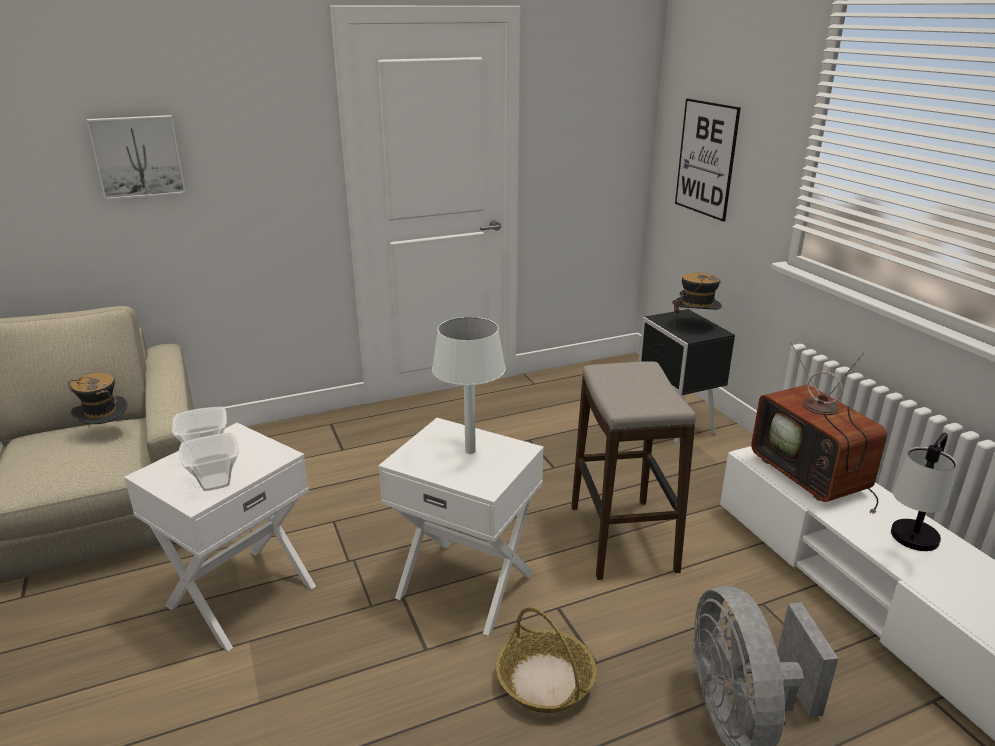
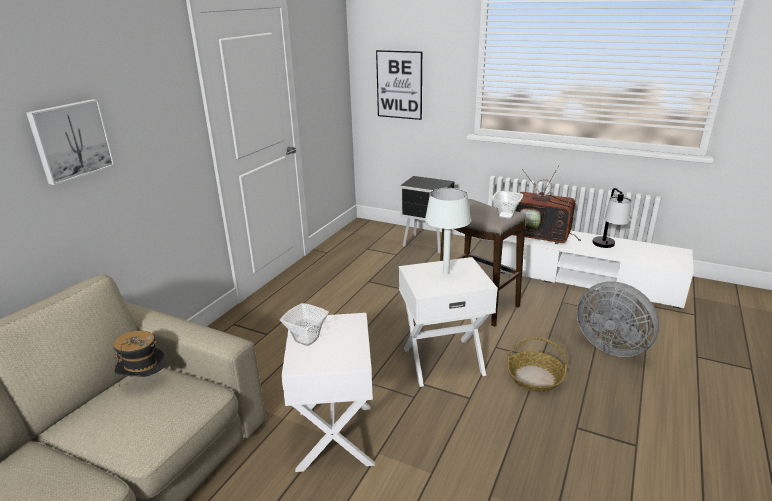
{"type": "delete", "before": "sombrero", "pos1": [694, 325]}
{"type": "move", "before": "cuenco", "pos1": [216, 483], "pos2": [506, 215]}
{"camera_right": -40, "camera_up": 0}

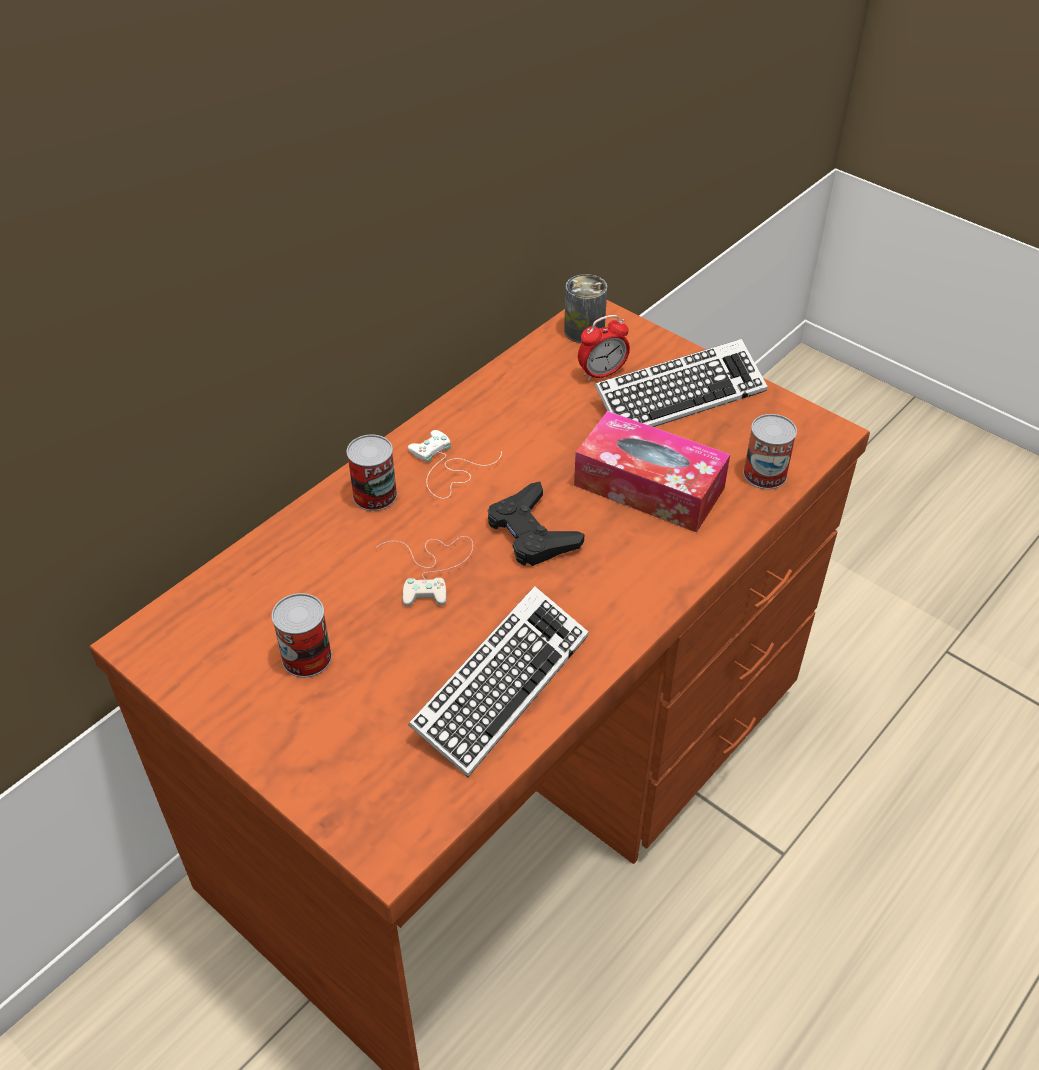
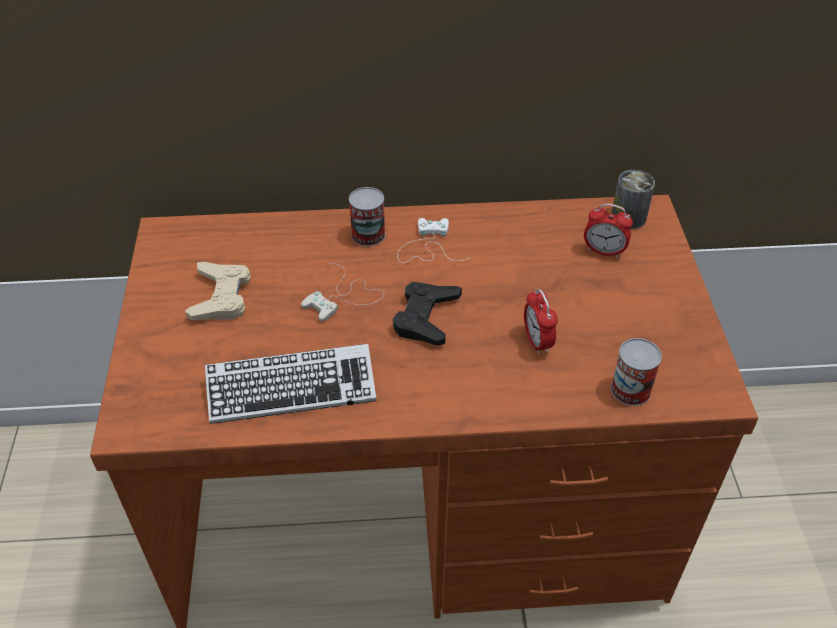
{"type": "delete", "before": "teclado", "pos1": [680, 396]}
{"type": "replace", "before": "lata", "after": "mando de consola (beis)", "pos1": [306, 657], "pos2": [221, 297]}
{"type": "replace", "before": "caja de pañuelos", "after": "despertador", "pos1": [649, 486], "pos2": [537, 342]}
{"camera_right": 45, "camera_up": 0}

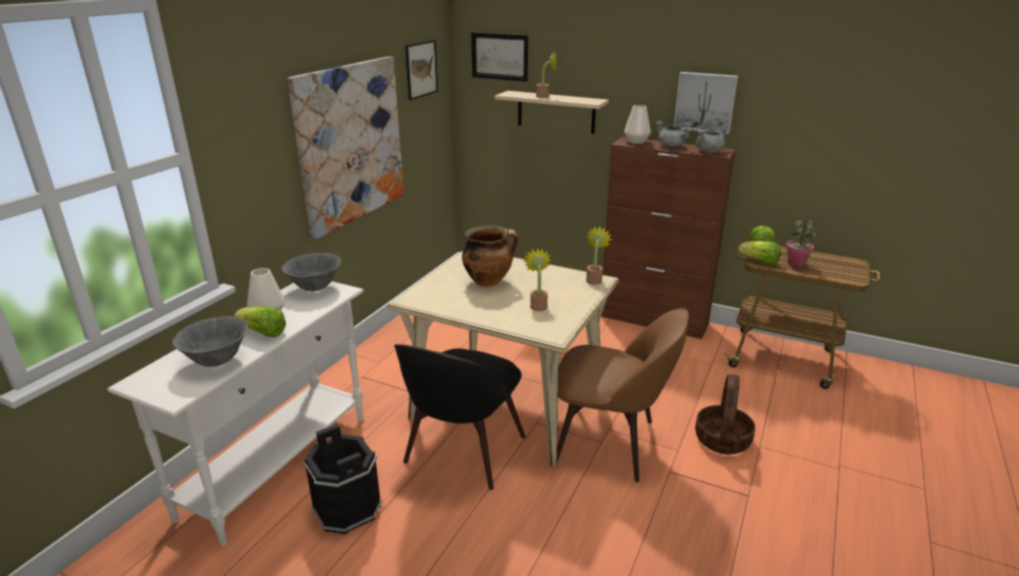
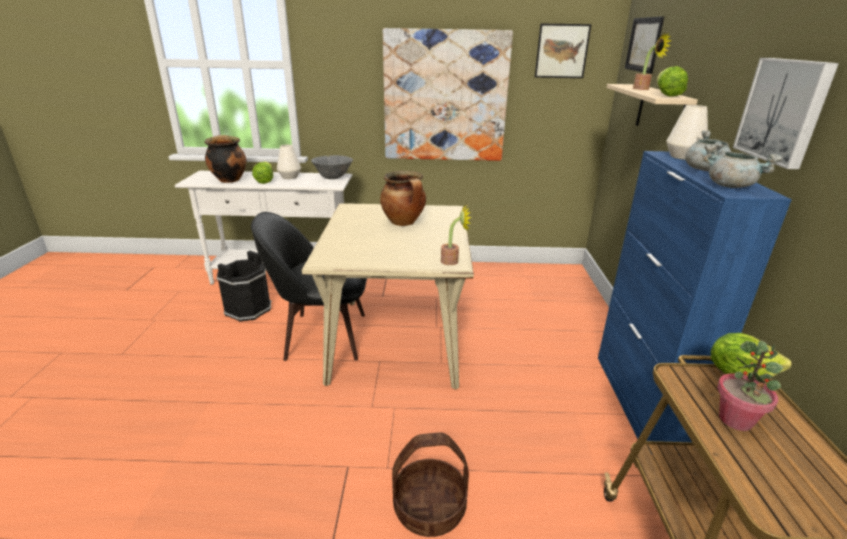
{"type": "delete", "before": "planta en maceta", "pos1": [538, 305]}
{"type": "delete", "before": "silla (marrón)", "pos1": [610, 442]}
{"type": "move", "before": "lechuga", "pos1": [760, 262], "pos2": [666, 95]}
{"type": "replace", "before": "cuenco (gris)", "after": "olla", "pos1": [217, 361], "pos2": [229, 180]}
{"type": "recolor", "before": "armario (marrón)", "after": "armario (azul)", "pos1": [654, 320], "pos2": [640, 401]}
{"camera_right": 65, "camera_up": 0}

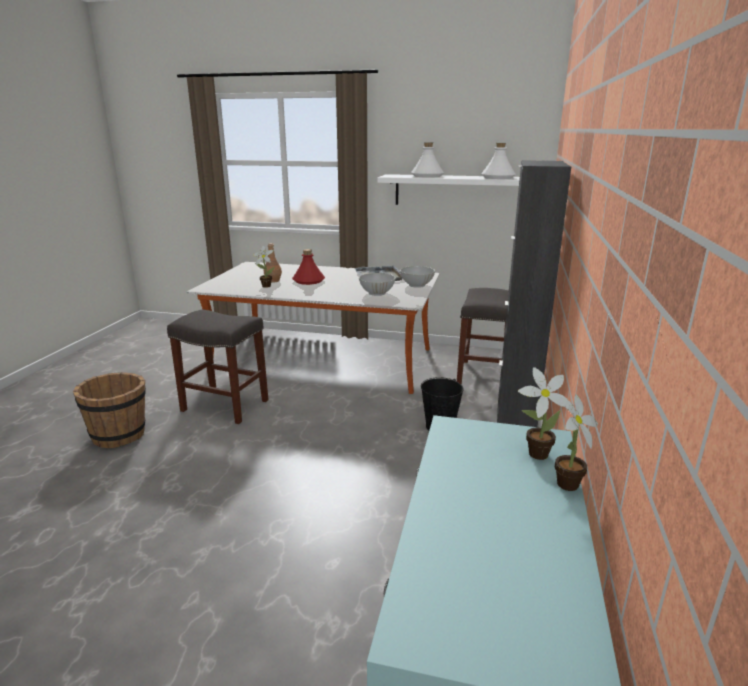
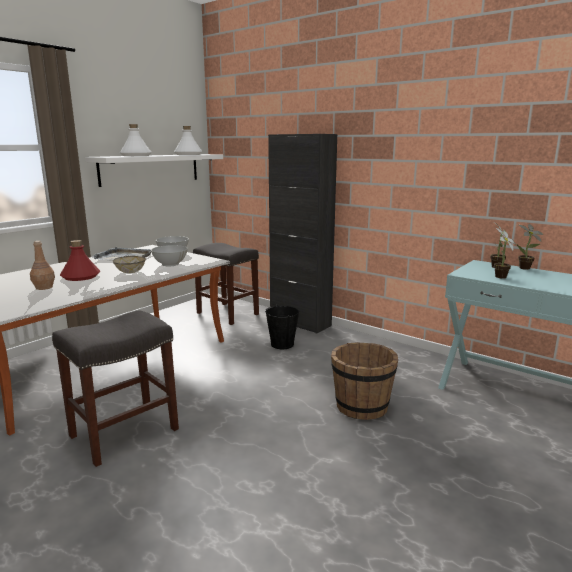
{"type": "insert", "after": "cuenco", "pos2": [130, 272]}
{"type": "move", "before": "cubo (marrón)", "pos1": [119, 435], "pos2": [361, 406]}
{"type": "move", "before": "planta en maceta", "pos1": [265, 286], "pos2": [499, 277]}
{"camera_right": -65, "camera_up": -5}

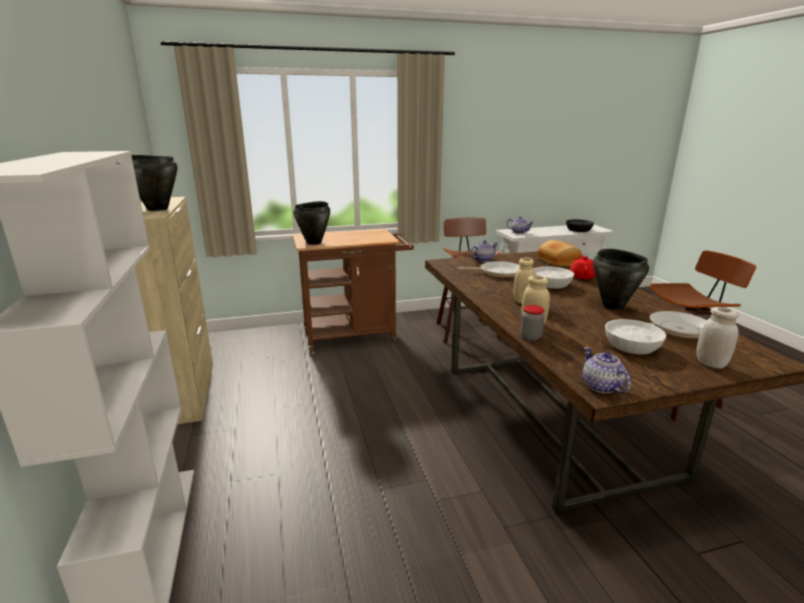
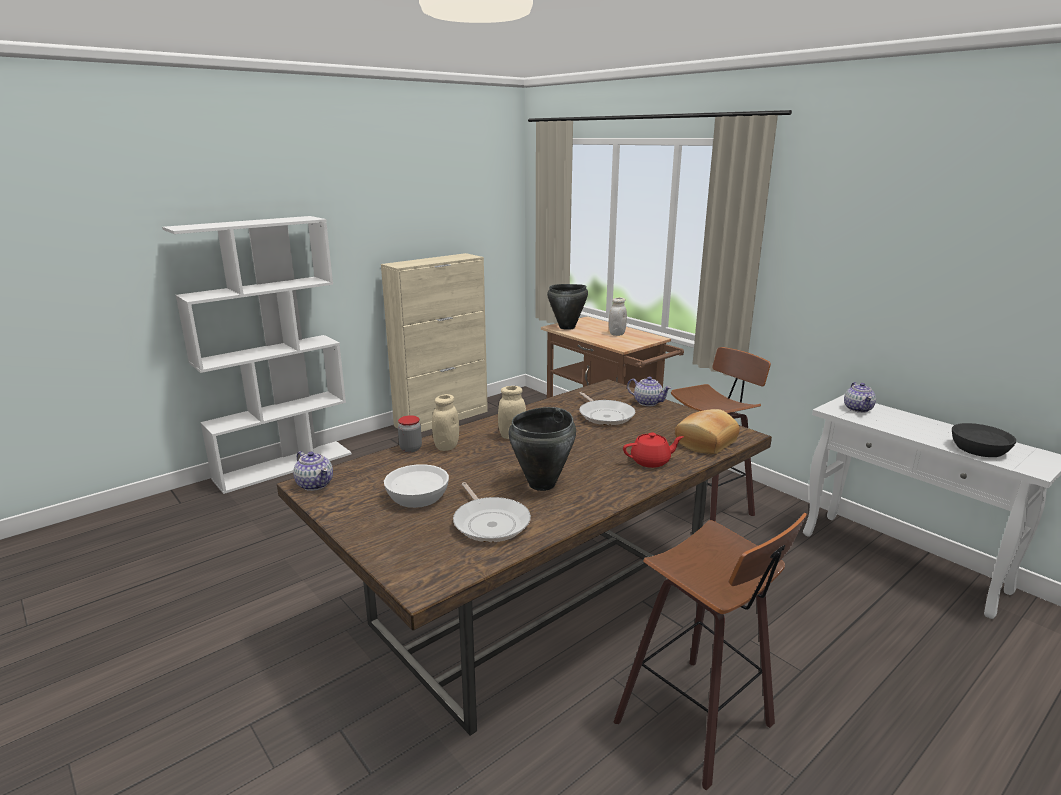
{"type": "delete", "before": "olla (negro)", "pos1": [157, 209]}
{"type": "delete", "before": "cuenco (blanco)", "pos1": [551, 284]}
{"type": "move", "before": "tarro (blanco)", "pos1": [711, 363], "pos2": [617, 334]}
{"type": "rotate", "before": "tetera", "pos1": [601, 386], "pos2": [315, 484], "turn": 90}
{"camera_right": 65, "camera_up": 0}

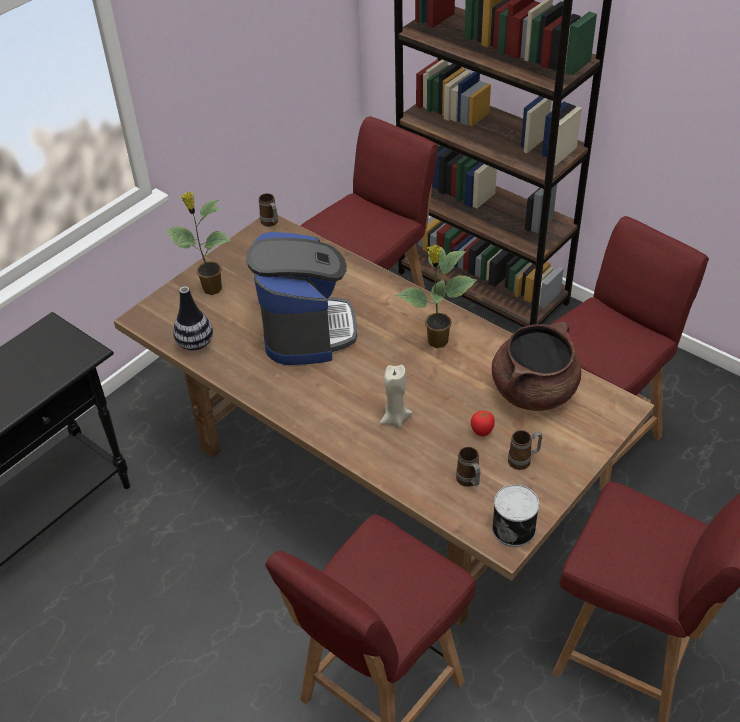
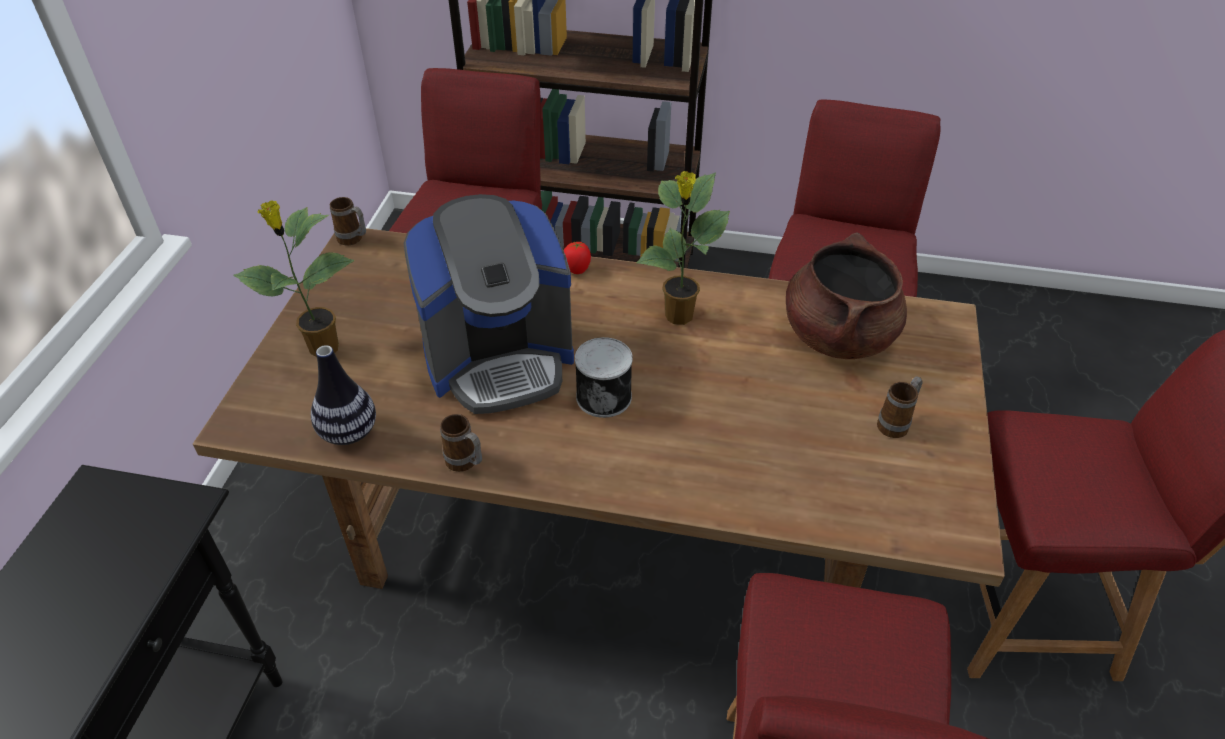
{"type": "delete", "before": "vela (beis)", "pos1": [395, 419]}
{"type": "move", "before": "taza grande", "pos1": [469, 482], "pos2": [466, 463]}
{"type": "move", "before": "tomate", "pos1": [482, 432], "pos2": [577, 270]}
{"type": "move", "before": "lata", "pos1": [514, 528], "pos2": [604, 396]}
{"type": "rotate", "before": "cafetera", "pos1": [306, 330], "pos2": [499, 359], "turn": 105}
{"camera_right": -30, "camera_up": 0}

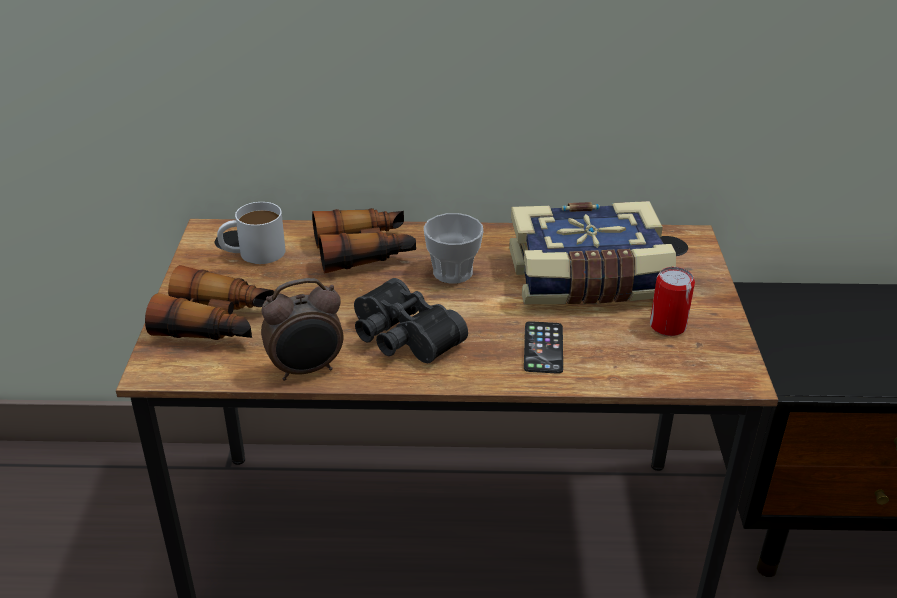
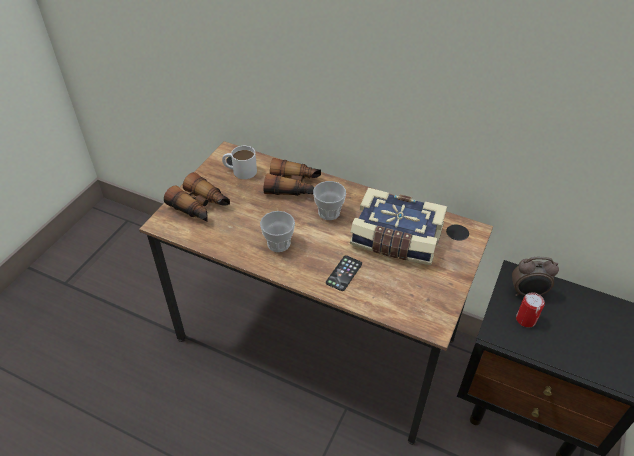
{"type": "move", "before": "despertador", "pos1": [307, 370], "pos2": [527, 293]}
{"type": "move", "before": "lata", "pos1": [667, 326], "pos2": [525, 319]}
{"type": "replace", "before": "prismáticos (negro)", "after": "taza", "pos1": [401, 338], "pos2": [278, 243]}
{"camera_right": 25, "camera_up": 10}

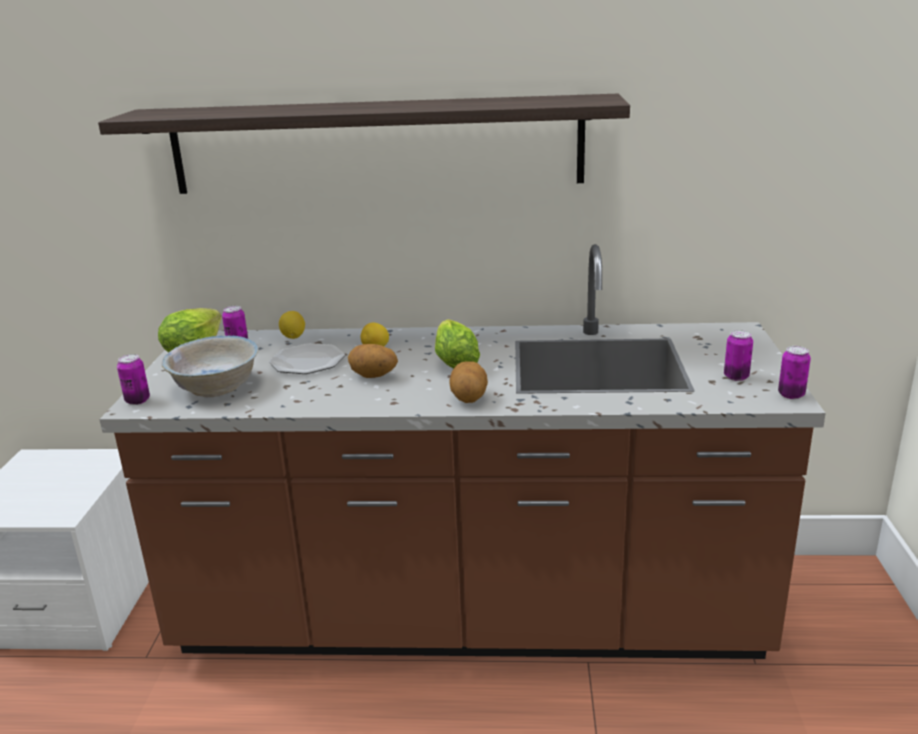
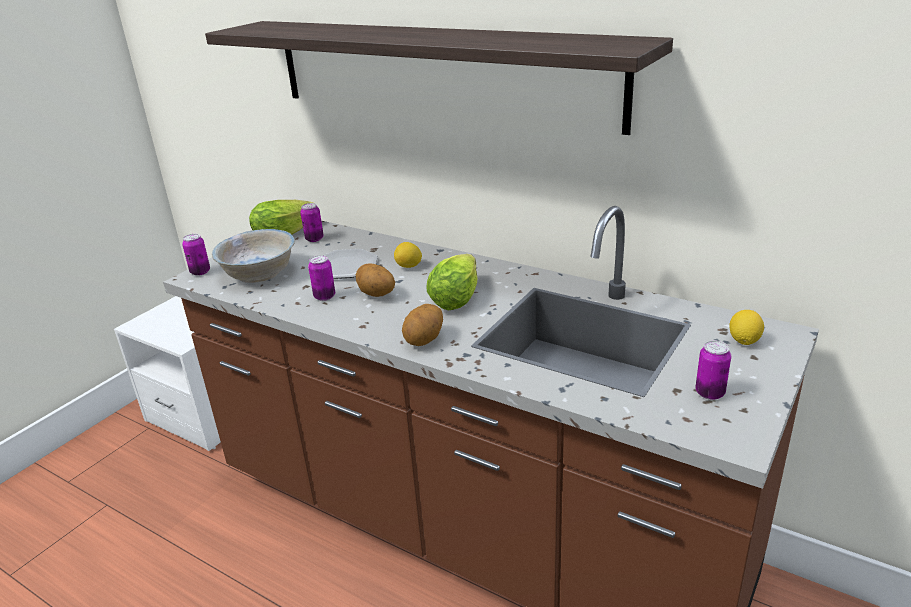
{"type": "move", "before": "limón", "pos1": [293, 337], "pos2": [744, 341]}
{"type": "move", "before": "lata", "pos1": [791, 395], "pos2": [324, 296]}
{"camera_right": 30, "camera_up": 5}

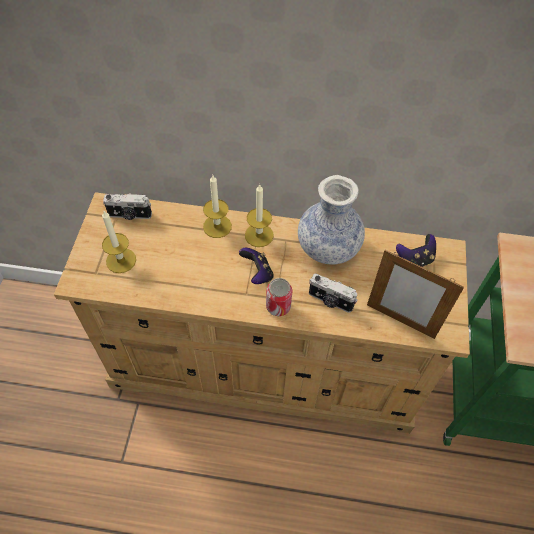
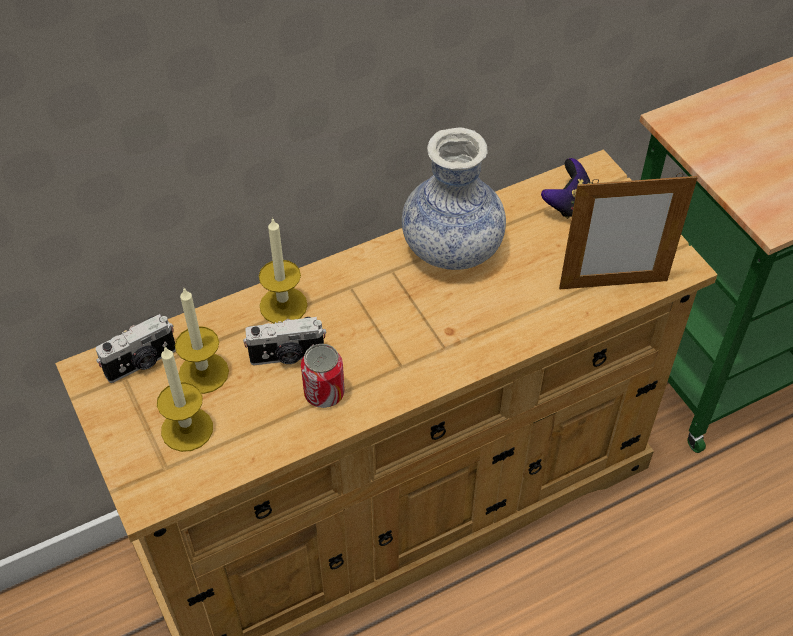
{"type": "delete", "before": "mando de consola", "pos1": [257, 273]}
{"type": "move", "before": "vela", "pos1": [259, 235], "pos2": [203, 373]}
{"type": "move", "before": "lata", "pos1": [278, 306], "pos2": [324, 393]}
{"type": "move", "before": "cámara", "pos1": [330, 301], "pos2": [287, 356]}
{"camera_right": -35, "camera_up": -5}

